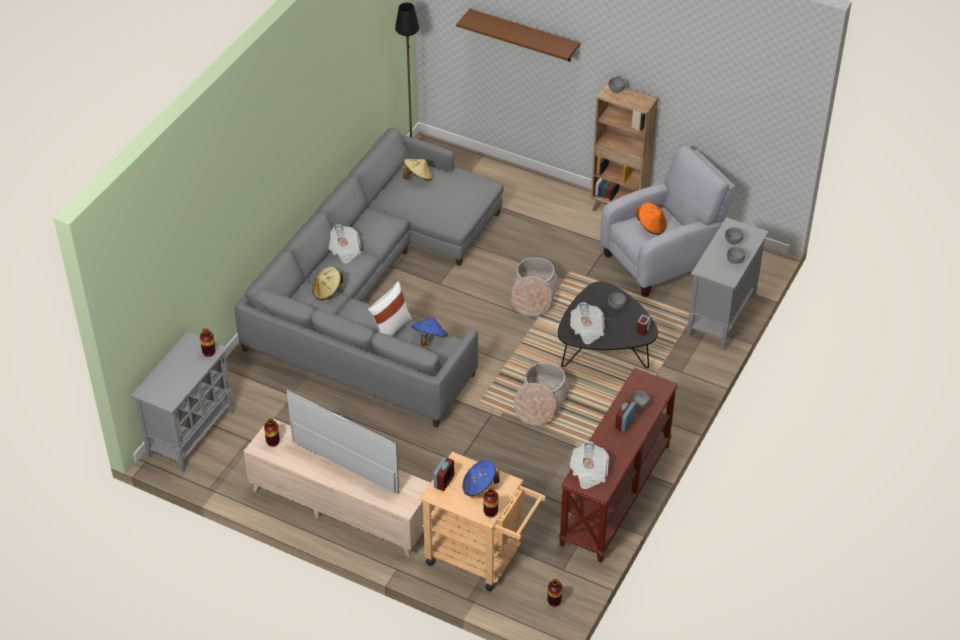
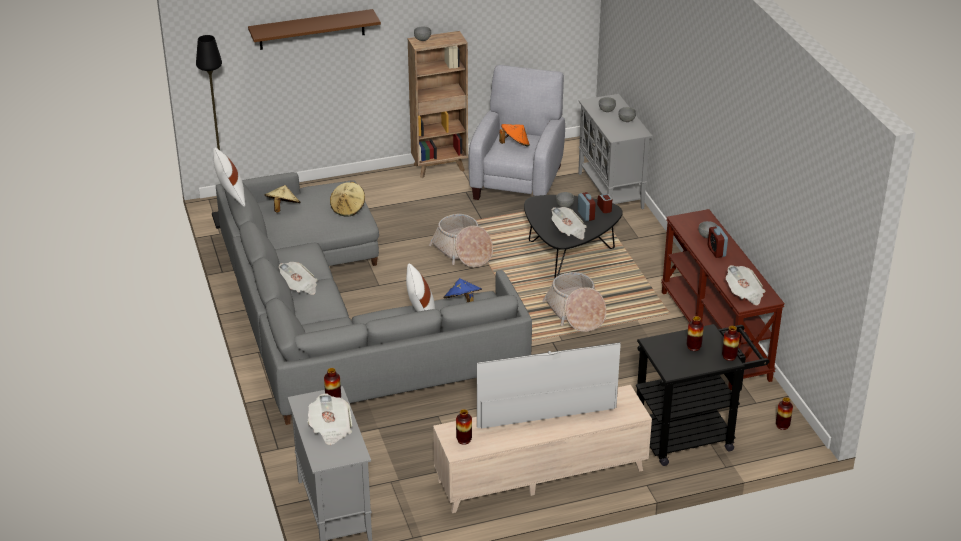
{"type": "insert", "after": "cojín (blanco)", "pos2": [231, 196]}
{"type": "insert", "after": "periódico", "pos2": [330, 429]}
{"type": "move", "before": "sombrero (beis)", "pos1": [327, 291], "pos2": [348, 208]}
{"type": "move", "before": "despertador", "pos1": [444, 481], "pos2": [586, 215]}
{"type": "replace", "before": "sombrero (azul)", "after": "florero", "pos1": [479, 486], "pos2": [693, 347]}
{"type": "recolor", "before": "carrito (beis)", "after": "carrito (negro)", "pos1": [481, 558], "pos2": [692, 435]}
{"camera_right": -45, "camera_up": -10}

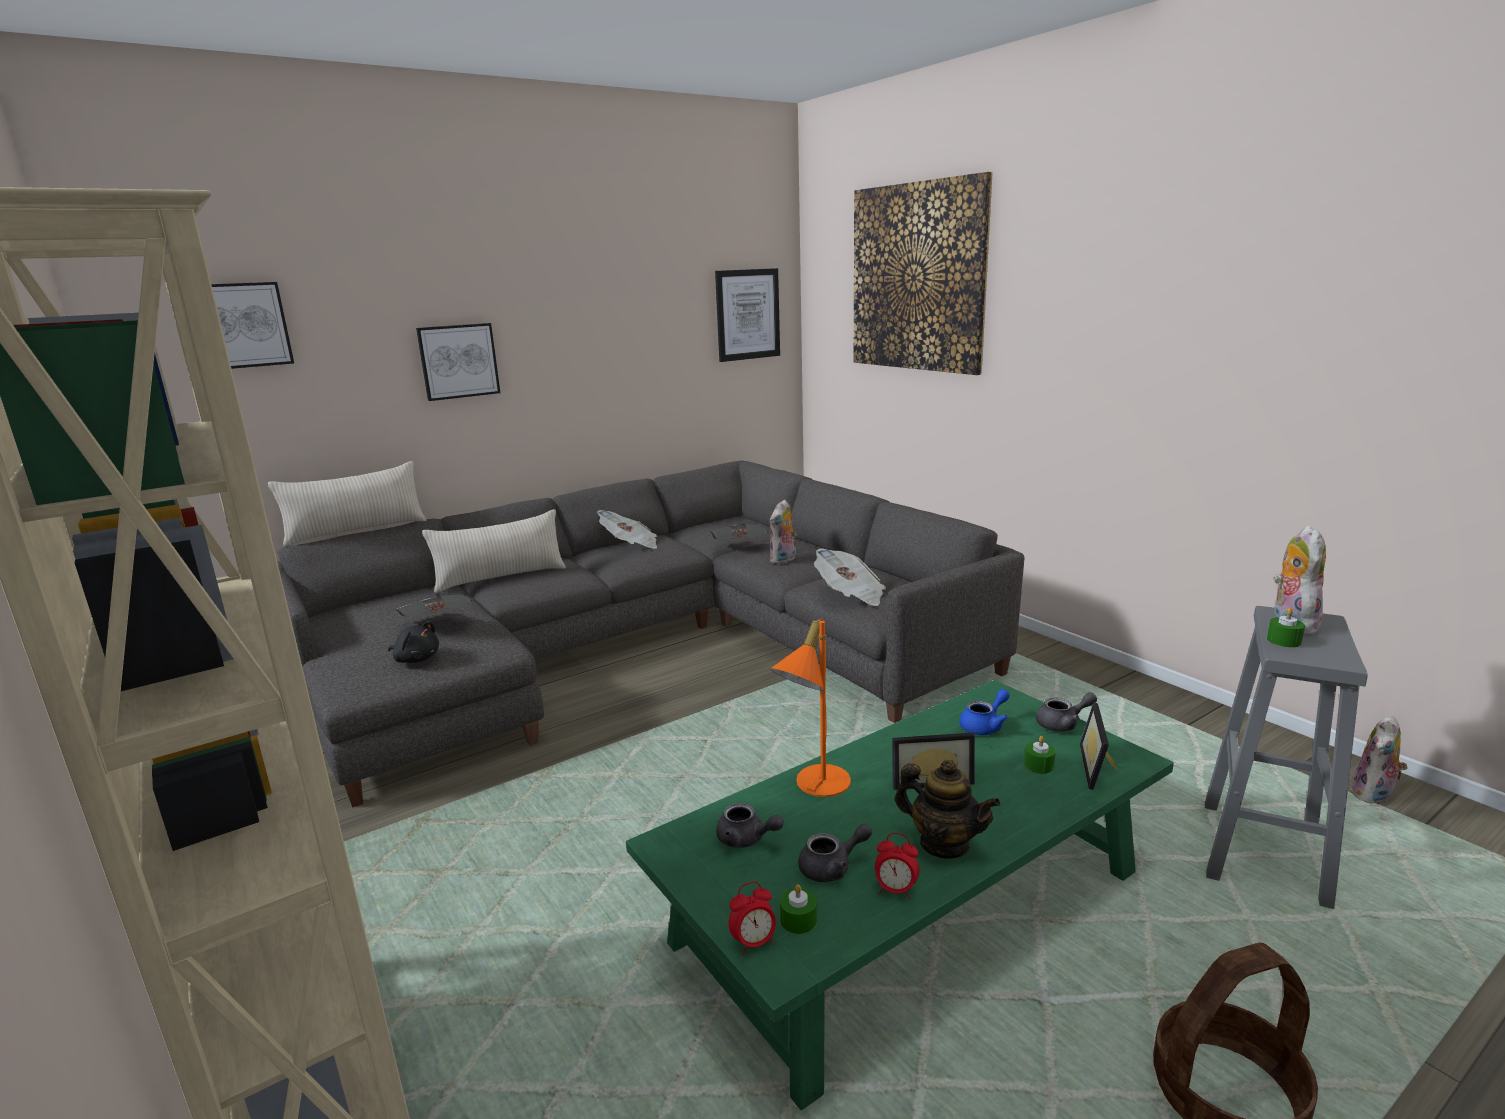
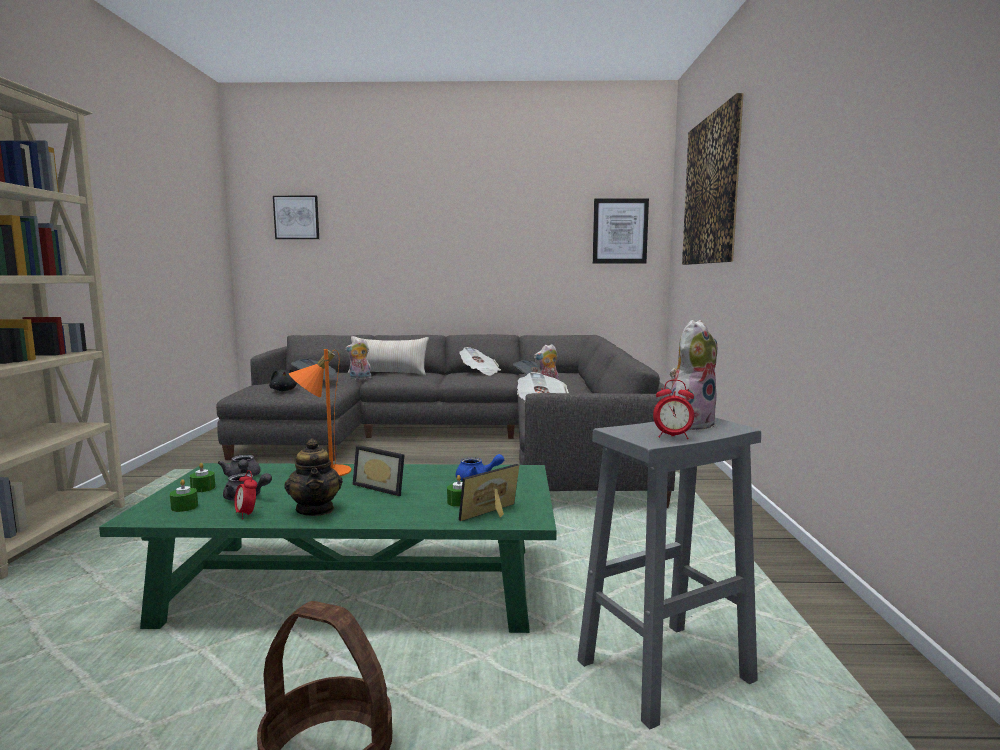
{"type": "delete", "before": "cojín (beis)", "pos1": [356, 531]}
{"type": "delete", "before": "cuadro", "pos1": [458, 361]}
{"type": "delete", "before": "tetera (gris)", "pos1": [1063, 724]}
{"type": "move", "before": "despertador", "pos1": [754, 943], "pos2": [672, 436]}
{"type": "move", "before": "vela (verde)", "pos1": [1284, 640], "pos2": [203, 488]}
{"type": "move", "before": "peluche", "pos1": [1373, 796], "pos2": [359, 379]}
{"camera_right": 35, "camera_up": -10}

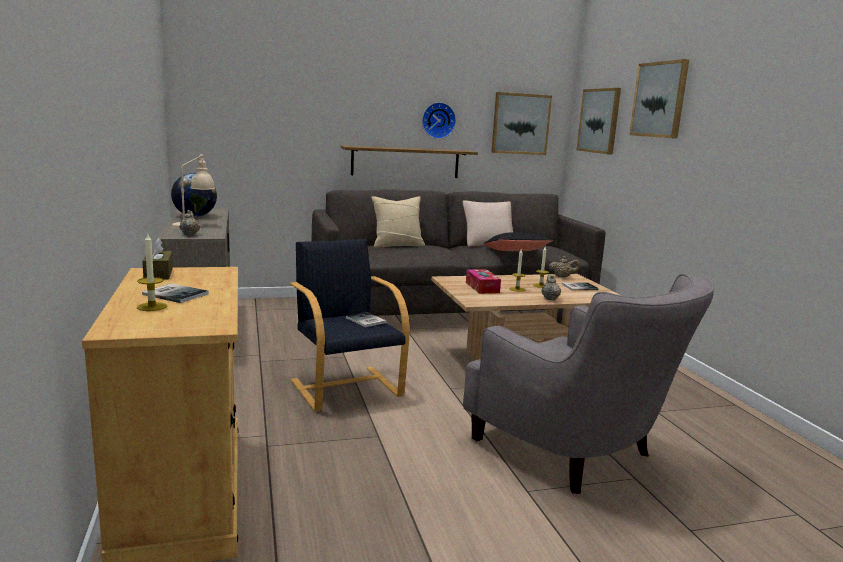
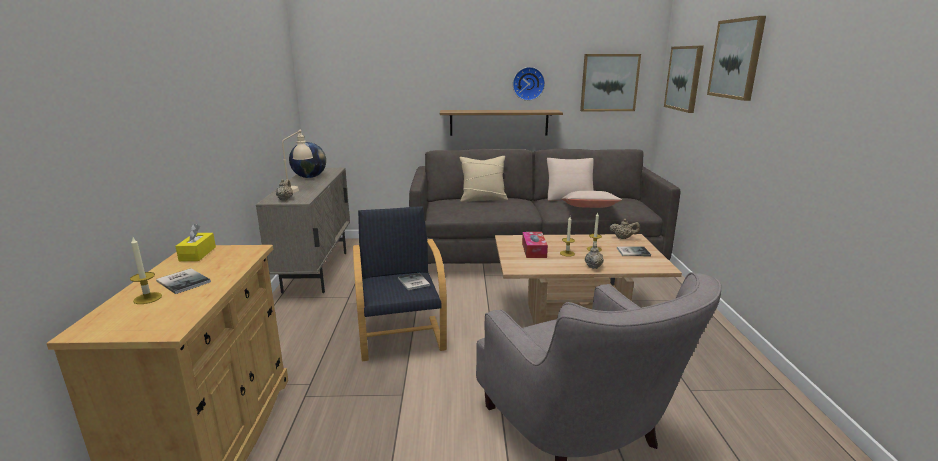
{"type": "recolor", "before": "caja de pañuelos (marrón)", "after": "caja de pañuelos (amarillo)", "pos1": [158, 274], "pos2": [197, 254]}
{"type": "recolor", "before": "cojín (negro)", "after": "cojín (beis)", "pos1": [516, 253], "pos2": [589, 209]}
{"camera_right": 15, "camera_up": 5}

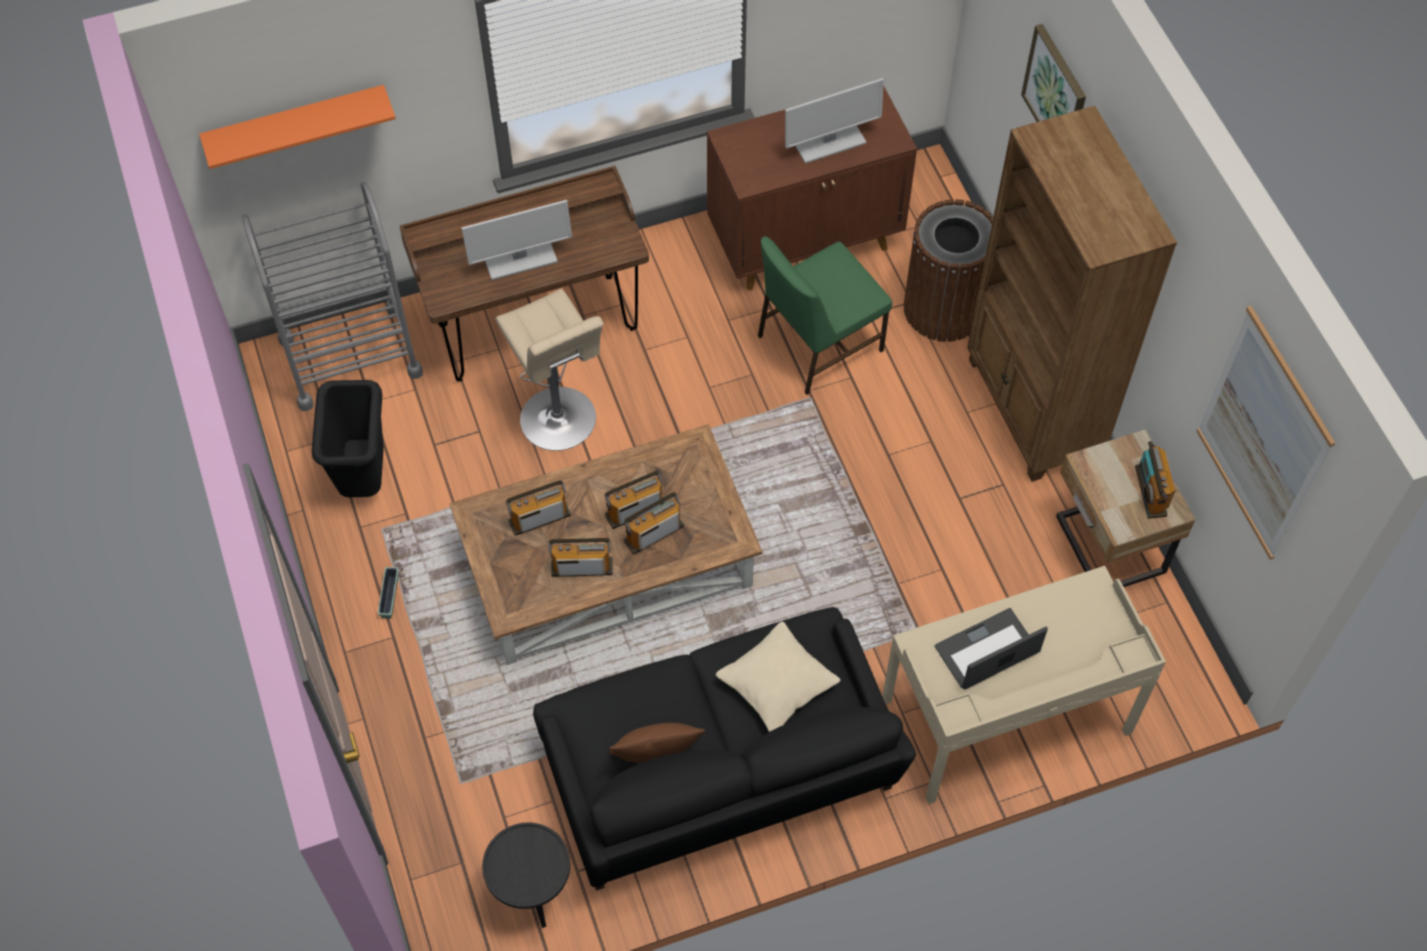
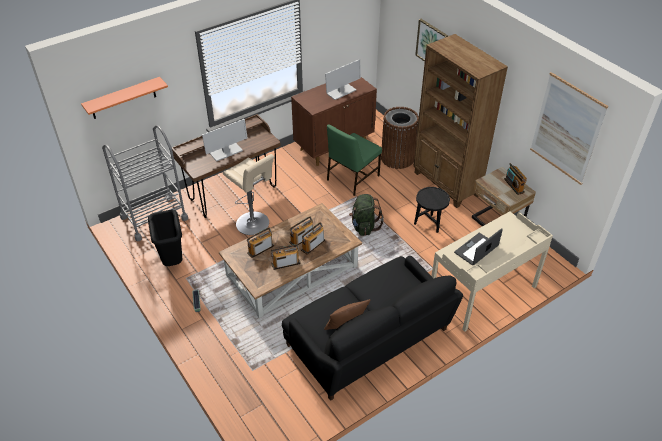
{"type": "delete", "before": "cojín (beis)", "pos1": [777, 684]}
{"type": "insert", "after": "mochila (verde)", "pos2": [364, 226]}
{"type": "move", "before": "mesa auxiliar (negro)", "pos1": [534, 896], "pos2": [429, 225]}
{"camera_right": -15, "camera_up": -15}

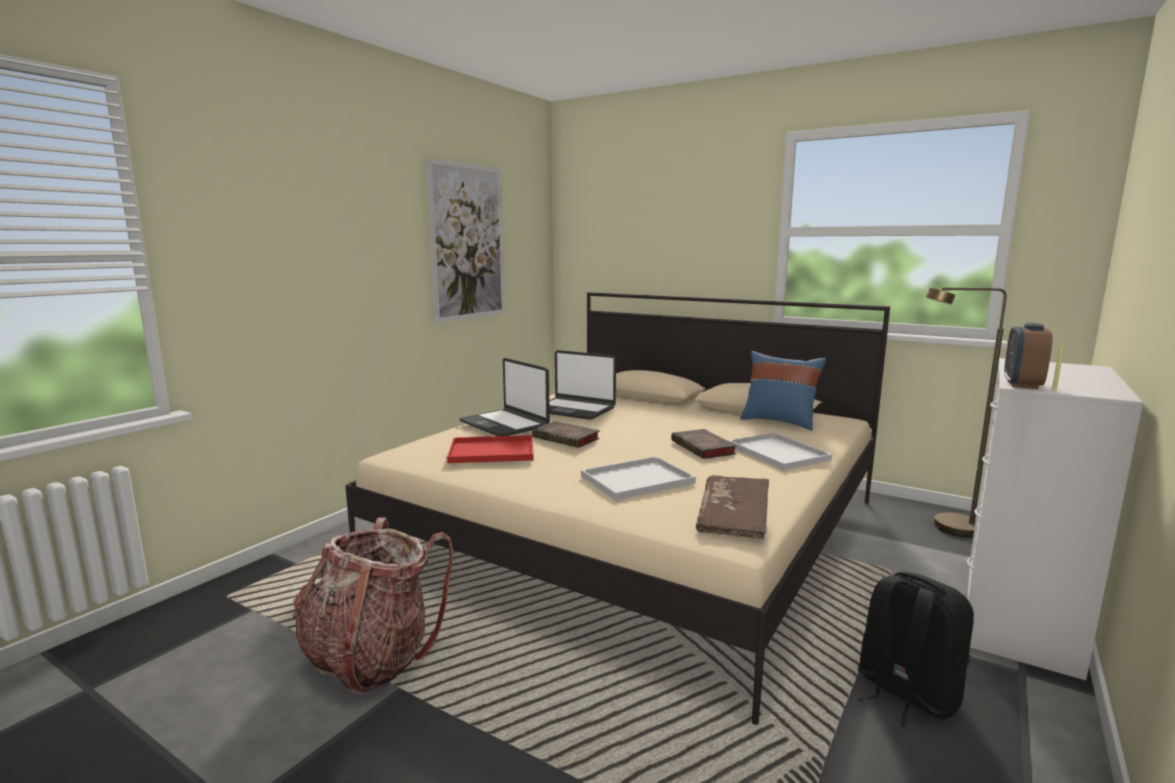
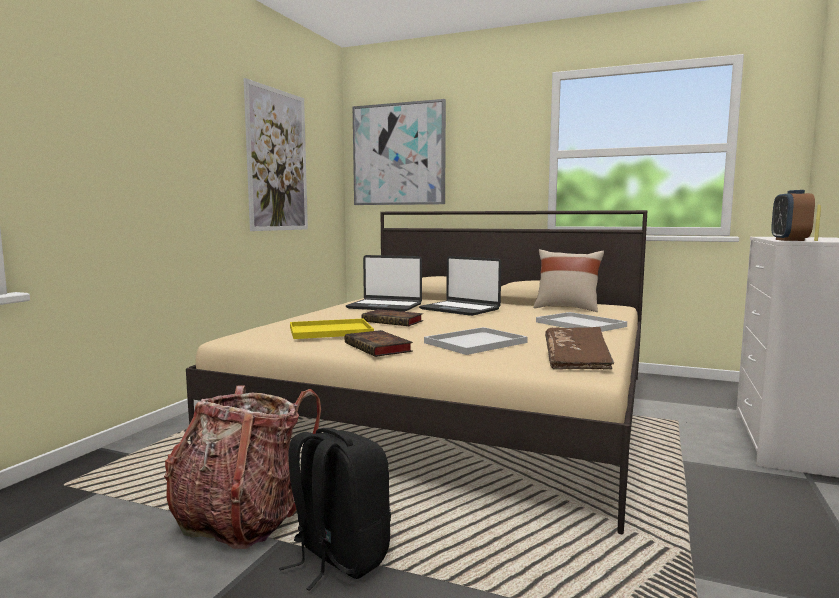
{"type": "delete", "before": "lámpara de pie (marrón)", "pos1": [946, 528]}
{"type": "insert", "after": "cuadro", "pos2": [399, 154]}
{"type": "move", "before": "portátil", "pos1": [505, 424], "pos2": [460, 309]}
{"type": "move", "before": "libro", "pos1": [704, 448], "pos2": [379, 348]}
{"type": "move", "before": "mochila (negro)", "pos1": [905, 693], "pos2": [338, 558]}
{"type": "recolor", "before": "bandeja (rojo)", "after": "bandeja (amarillo)", "pos1": [494, 451], "pos2": [332, 330]}
{"type": "recolor", "before": "cojín (azul)", "after": "cojín (beis)", "pos1": [779, 422], "pos2": [567, 308]}
{"camera_right": -10, "camera_up": -5}

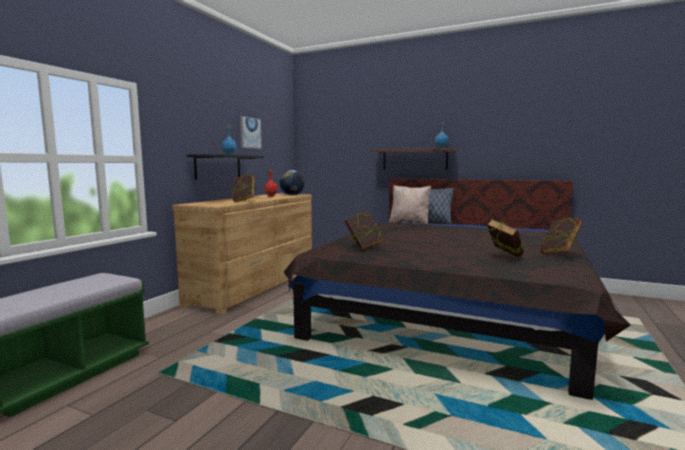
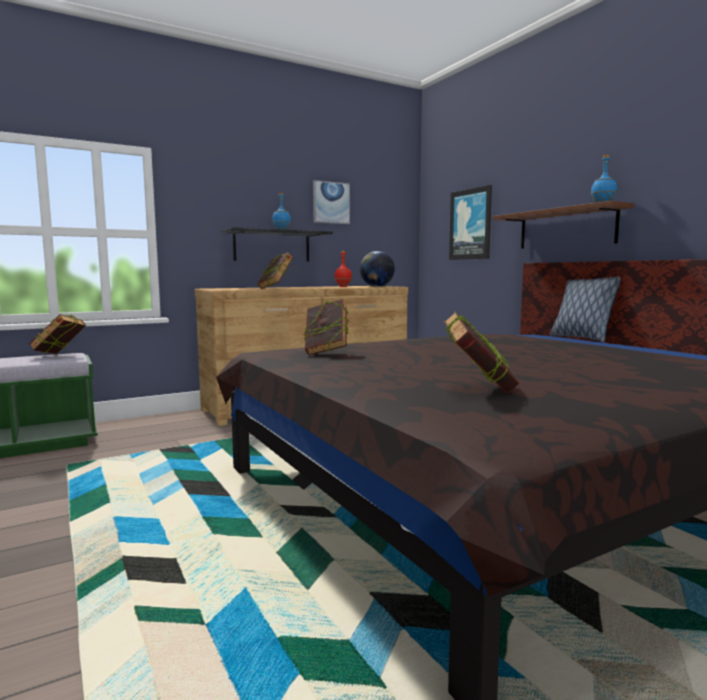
{"type": "delete", "before": "cojín (beis)", "pos1": [409, 223]}
{"type": "insert", "after": "cuadro", "pos2": [470, 224]}
{"type": "move", "before": "libro", "pos1": [559, 254], "pos2": [60, 355]}
{"camera_right": 35, "camera_up": 0}

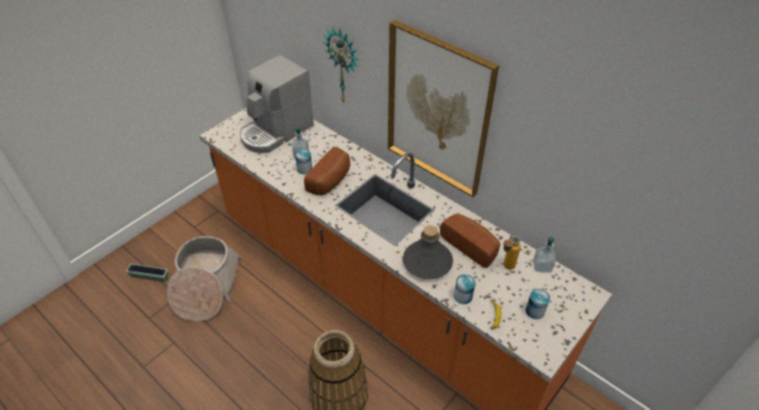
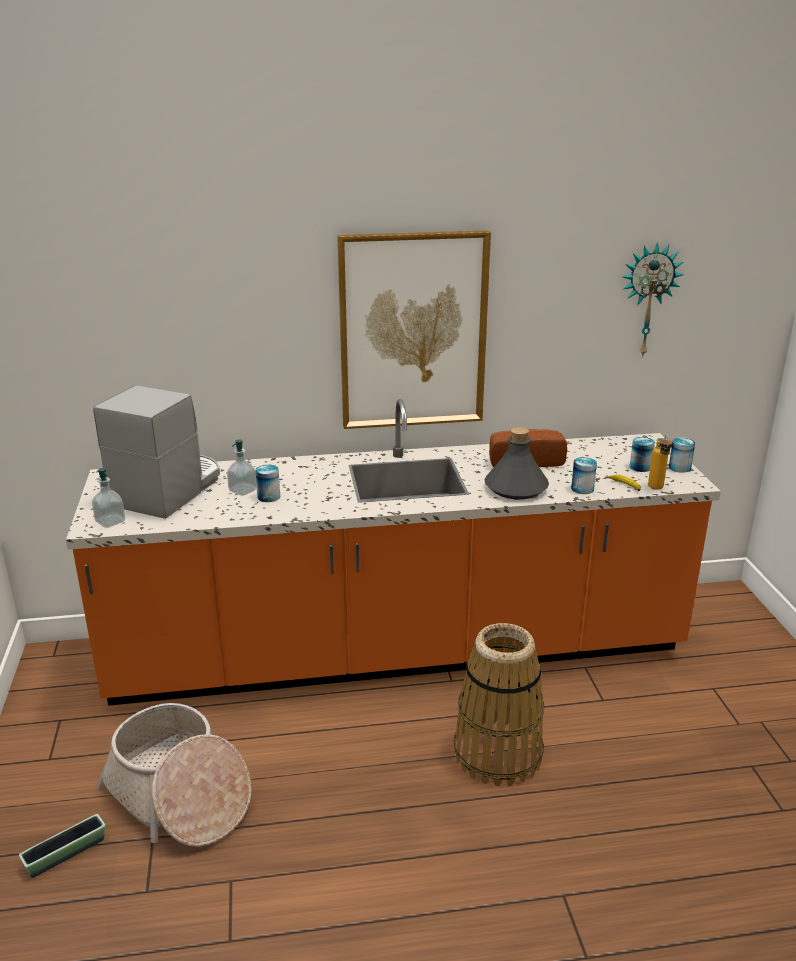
{"type": "delete", "before": "pan", "pos1": [331, 181]}
{"type": "insert", "after": "lata", "pos2": [679, 467]}
{"type": "move", "before": "reloj de pared", "pos1": [344, 66], "pos2": [647, 300]}
{"type": "move", "before": "botella", "pos1": [505, 268], "pos2": [657, 489]}
{"type": "move", "before": "dispensador de jabón", "pos1": [542, 266], "pos2": [110, 522]}
{"type": "rotate", "before": "cafetera", "pos1": [276, 131], "pos2": [169, 490], "turn": -150}
{"camera_right": -50, "camera_up": -20}

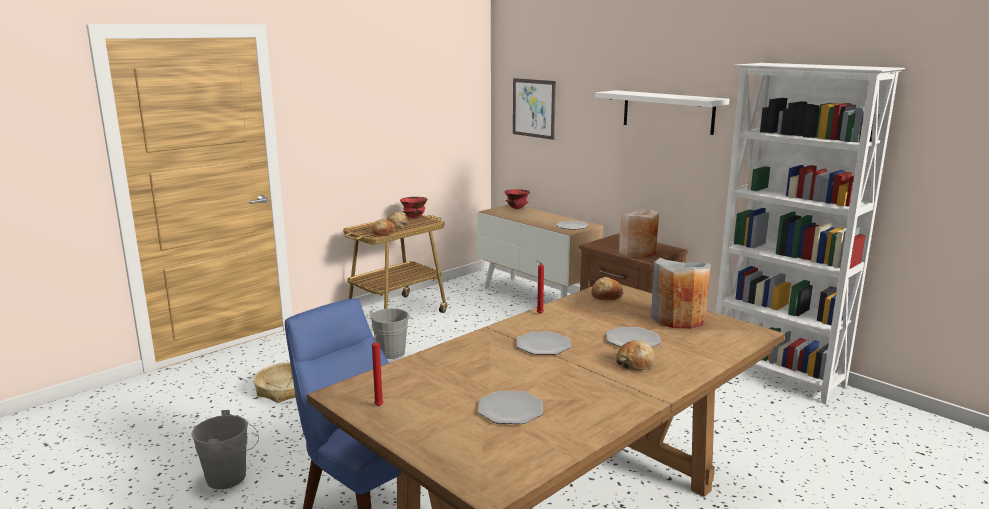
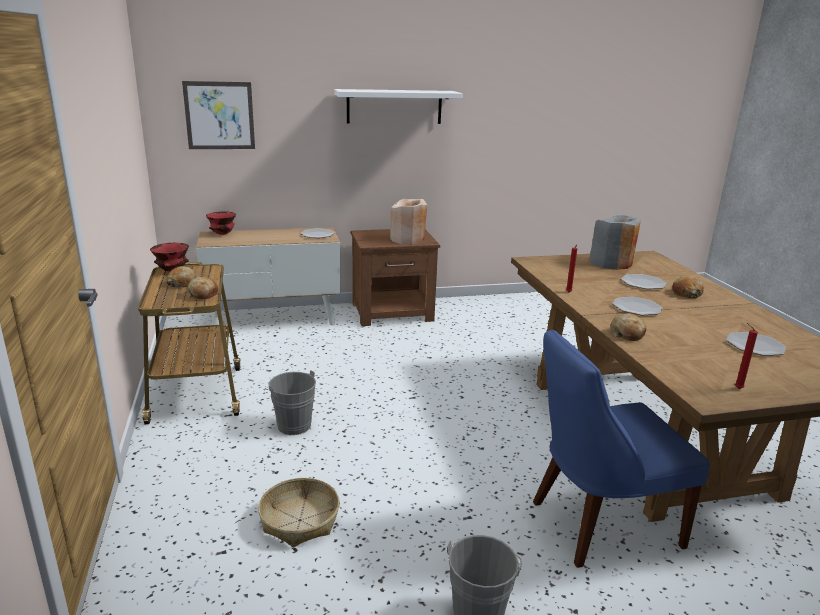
{"type": "delete", "before": "estantería (blanco)", "pos1": [777, 375]}
{"type": "move", "before": "pan", "pos1": [606, 296], "pos2": [627, 334]}
{"camera_right": -60, "camera_up": 5}

